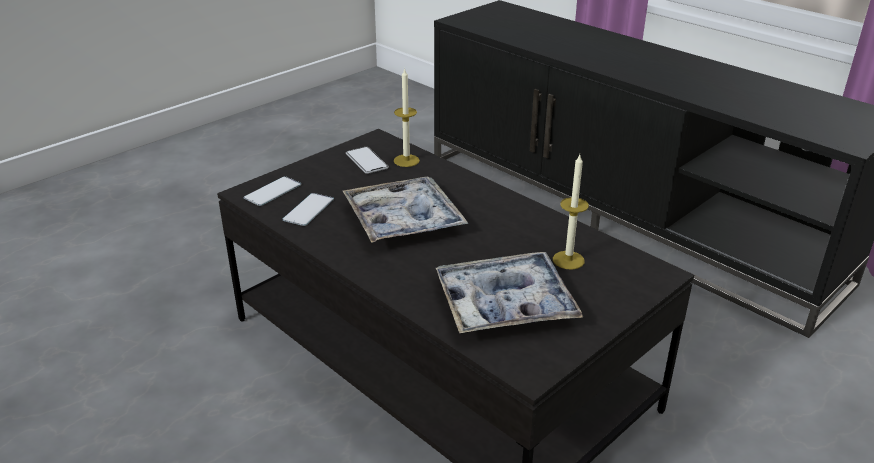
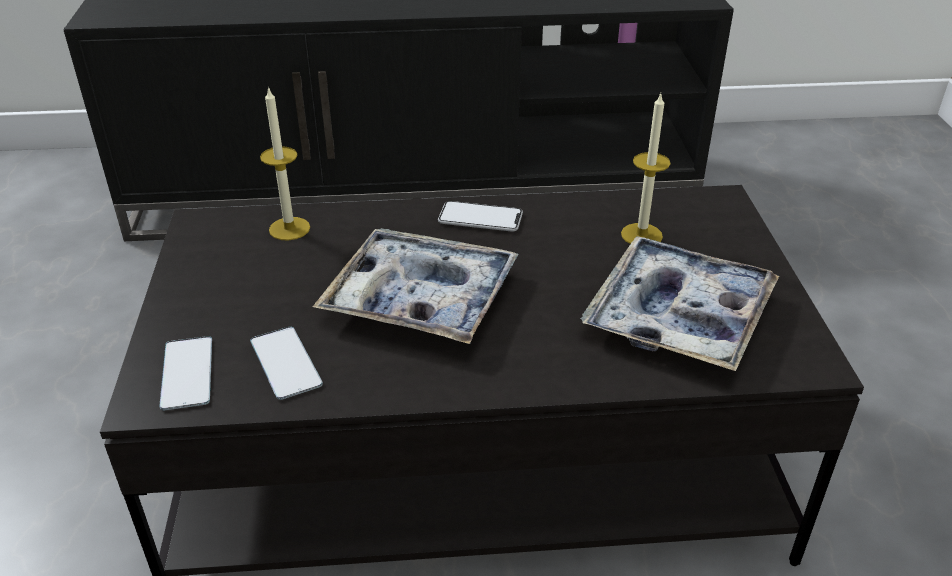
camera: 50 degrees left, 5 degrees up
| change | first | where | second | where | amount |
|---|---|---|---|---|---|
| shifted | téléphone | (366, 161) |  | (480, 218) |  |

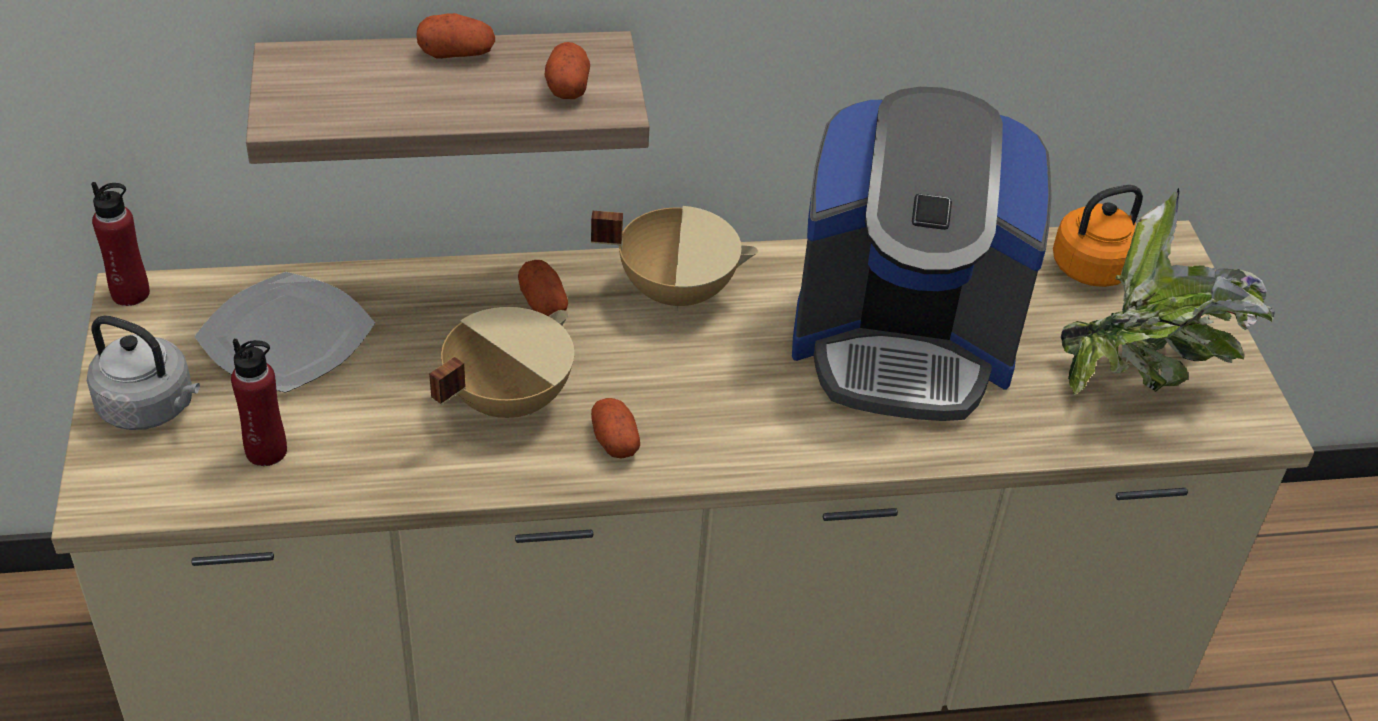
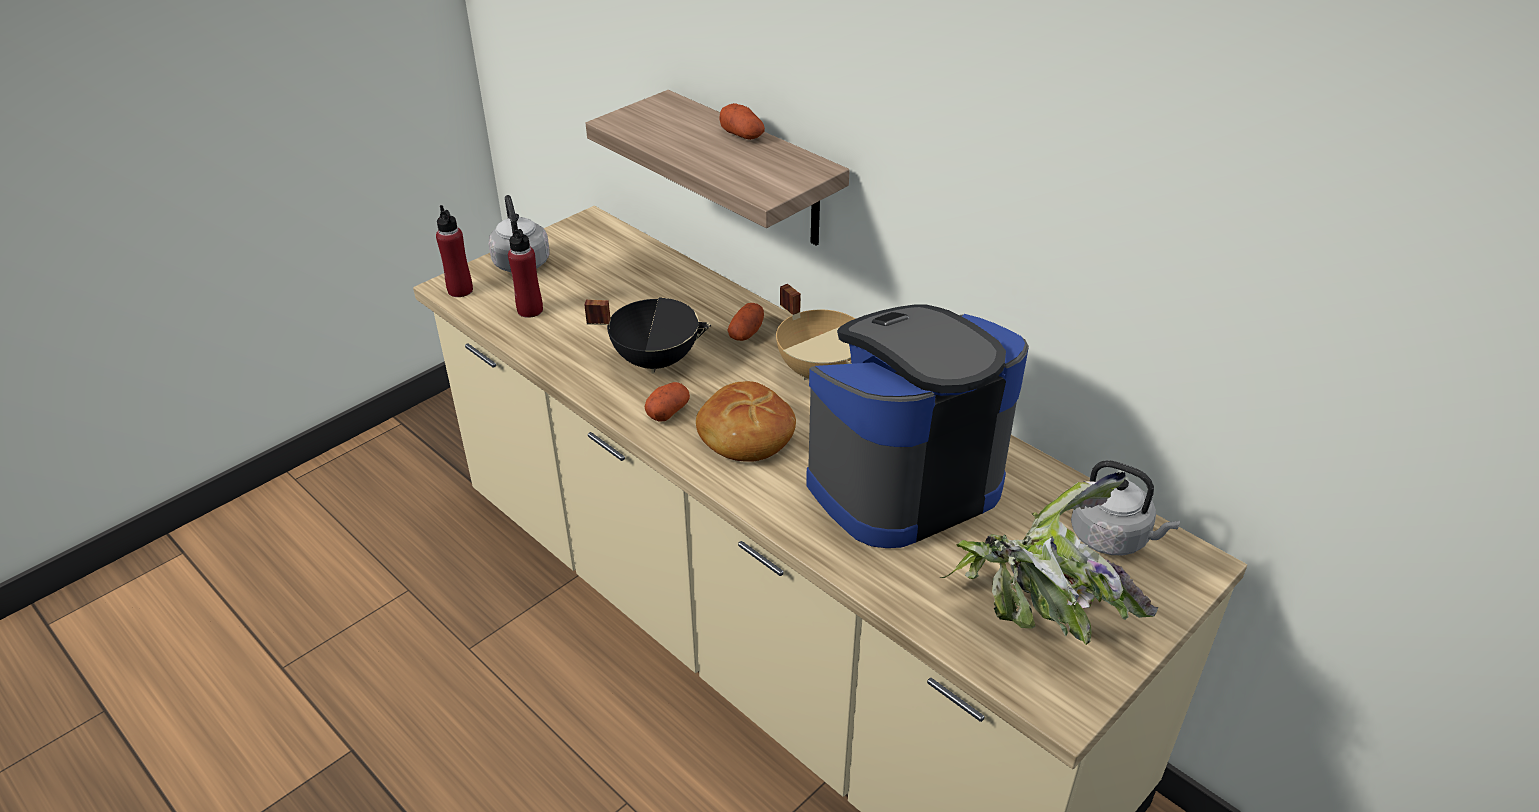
camera: 55 degrees right, 5 degrees down
| change | first | where | second | where | amount |
|---|---|---|---|---|---|
| gone | assiette | (288, 336) |  |  |  |
| gone | pomme de terre | (567, 86) |  |  |  |
| new |  |  | pain | (745, 435) |  |
| shifted | bouteille [rouge] | (130, 293) |  | (460, 290) |  |
| repainted | marmite [beige] | (506, 398) | marmite [noir] | (655, 359) |  |
| repainted | bouilloire [orange] | (1096, 267) | bouilloire [gris] | (1113, 537) |  |
| rotated | machine à café | (903, 342) |  | (901, 481) | 90 degrees clockwise |

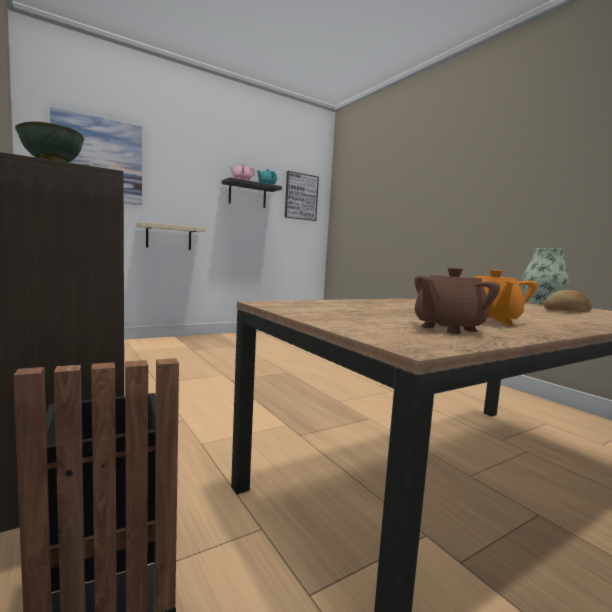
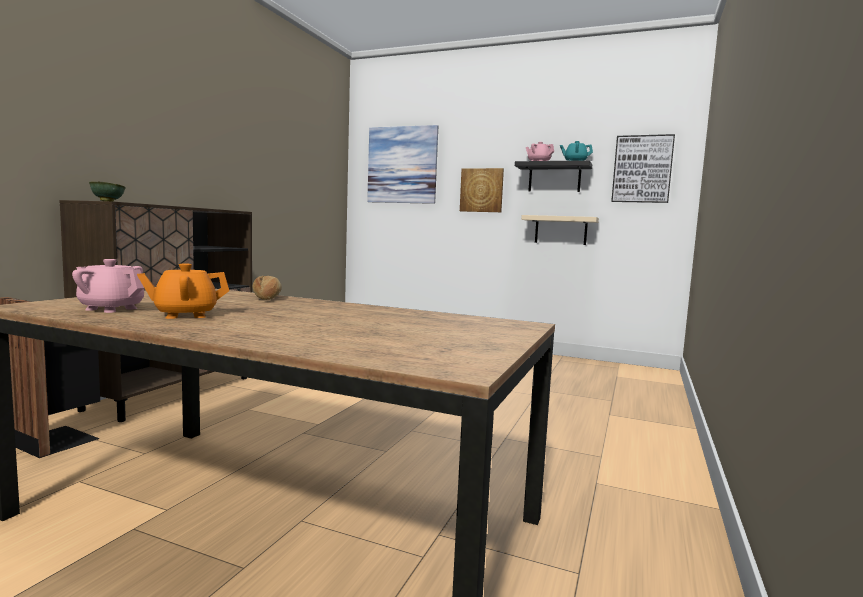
camera: 55 degrees right, 0 degrees up
| change | first | where | second | where | amount |
|---|---|---|---|---|---|
| gone | vase | (541, 303) |  |  |  |
| new |  |  | tableau | (481, 190) |  |
| shifted | étagère [beige] | (169, 237) |  | (560, 230) |  |
| shifted | pain | (566, 311) |  | (267, 298) |  |
| repainted | théière [marron] | (448, 328) | théière [rose] | (111, 309) |  |

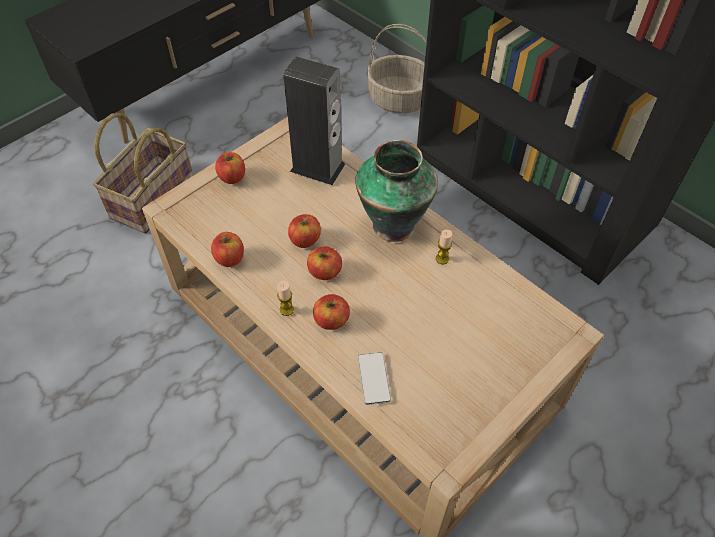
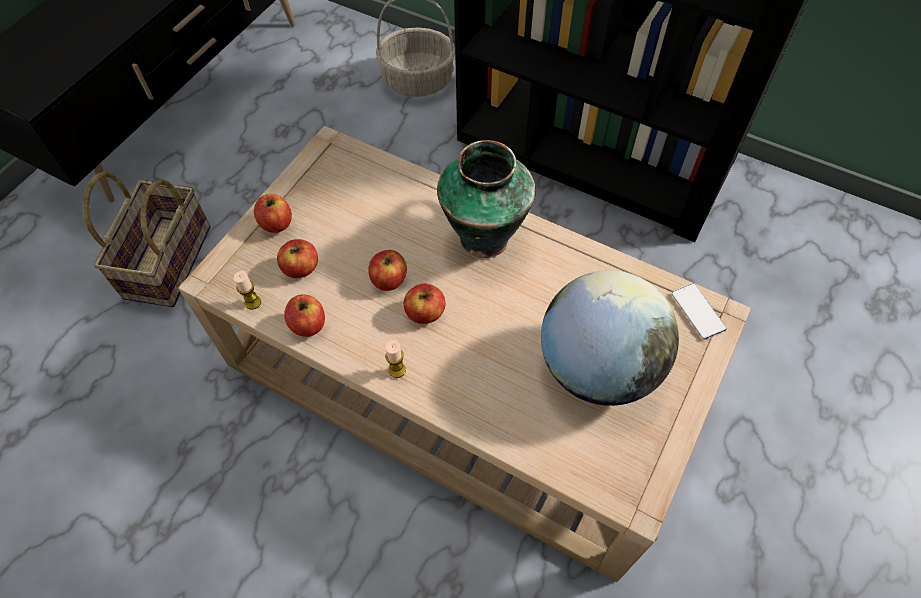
camera: 15 degrees left, 5 degrees up
| change | first | where | second | where | amount |
|---|---|---|---|---|---|
| gone | enceinte | (317, 167) |  |  |  |
| new |  |  | globe | (597, 366) |  |
| shifted | pomme | (331, 320) |  | (301, 268) |  |
| shifted | téléphone | (373, 378) |  | (698, 311) |  |
| shifted | bougie | (442, 259) |  | (253, 302) |  |

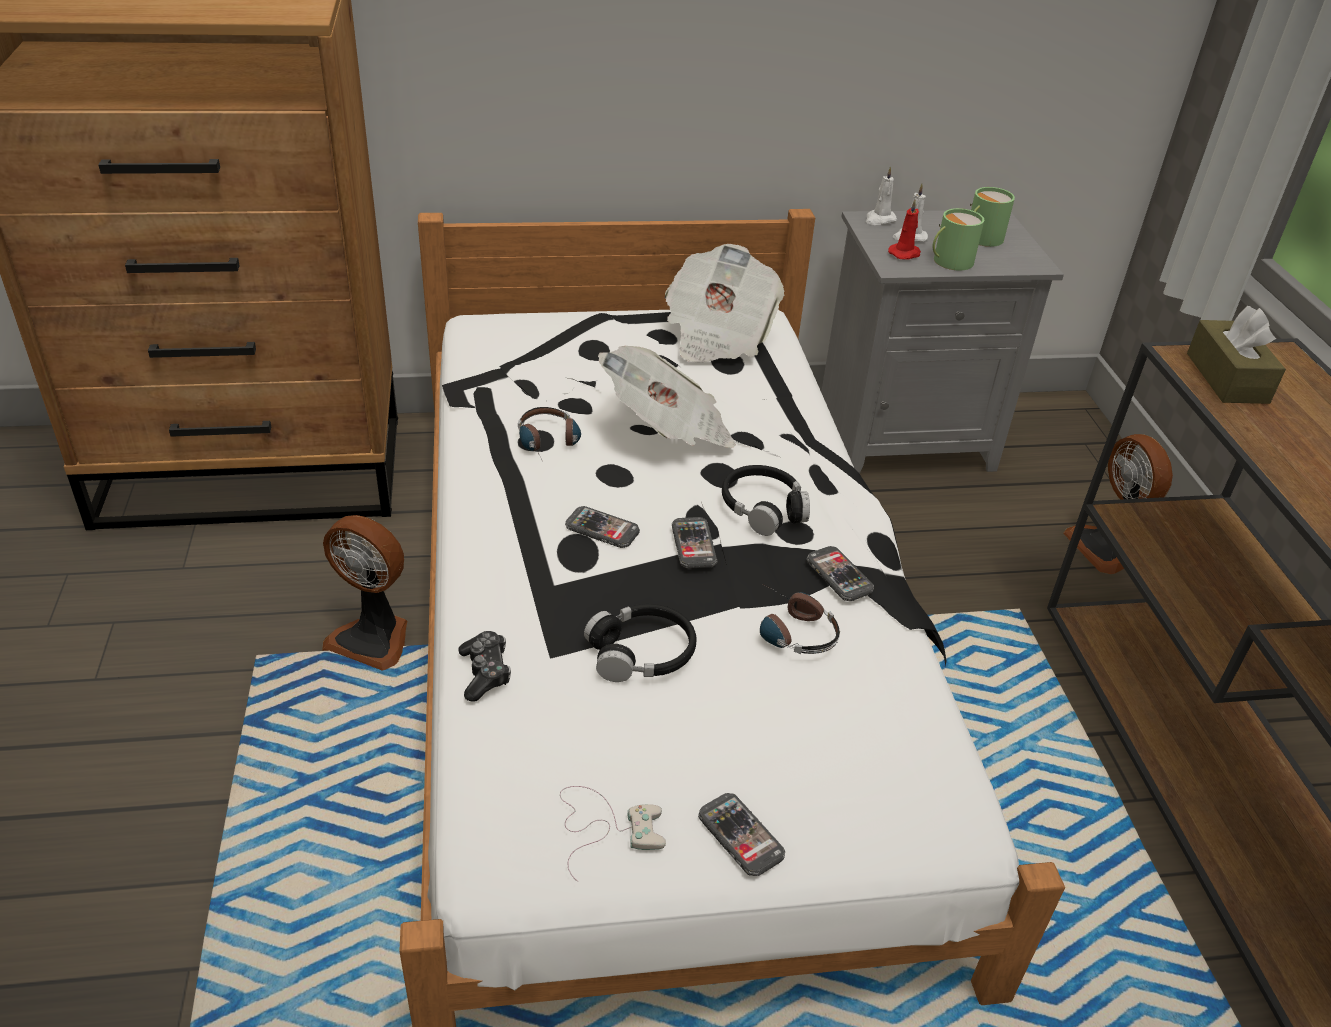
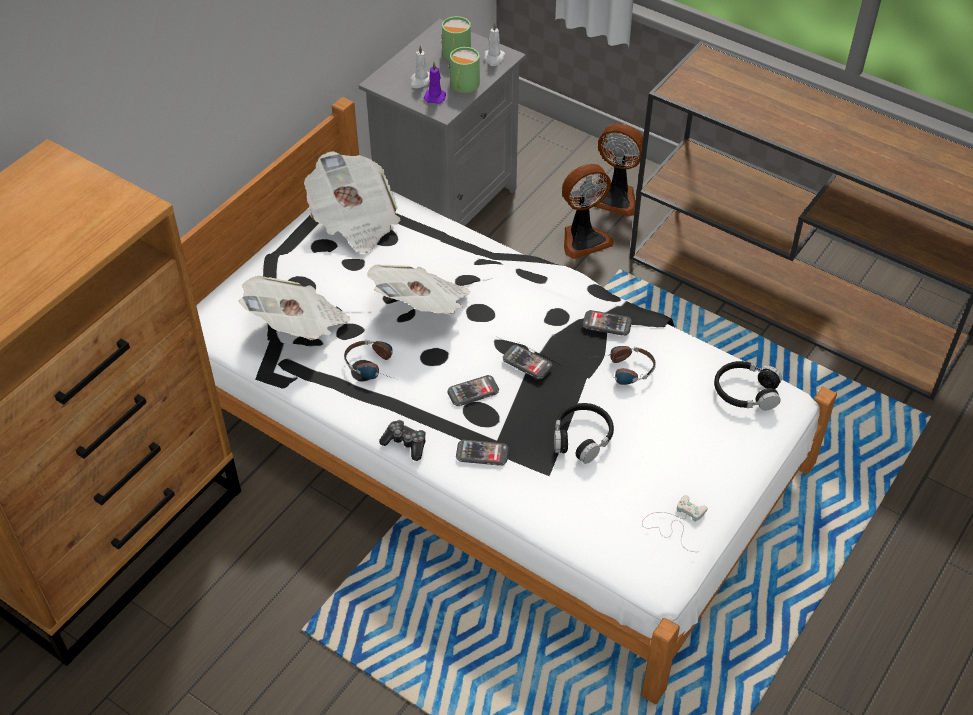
camera: 45 degrees left, 10 degrees up
| change | first | where | second | where | amount |
|---|---|---|---|---|---|
| gone | boîte à mouchoirs [marron] | (1227, 378) |  |  |  |
| new |  |  | journal | (298, 326) |  |
| shifted | ventilateur | (373, 639) |  | (583, 239) |  |
| shifted | manette | (485, 672) |  | (405, 444) |  |
| shifted | téléphone | (740, 836) |  | (482, 454) |  |
| shifted | casque audio [noir] | (763, 508) |  | (746, 392) |  |
| shifted | bougie [blanc] | (879, 220) |  | (494, 58) |  |
| repainted | bougie [rouge] | (905, 253) | bougie [violet] | (435, 96) |  |

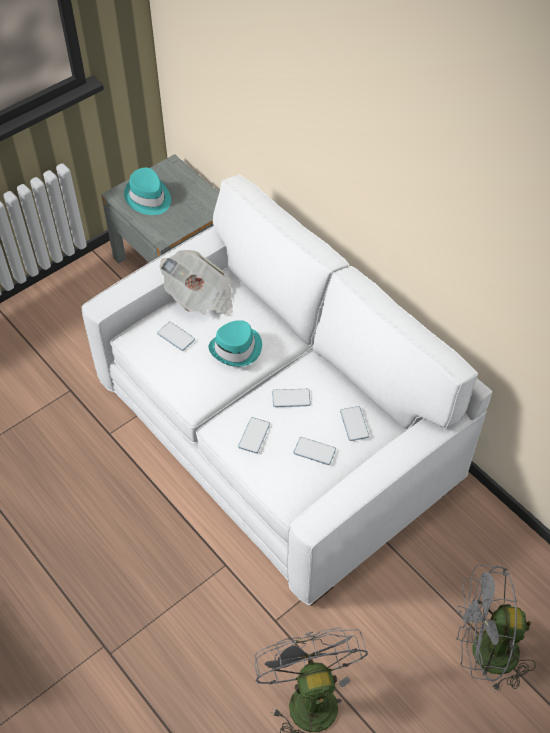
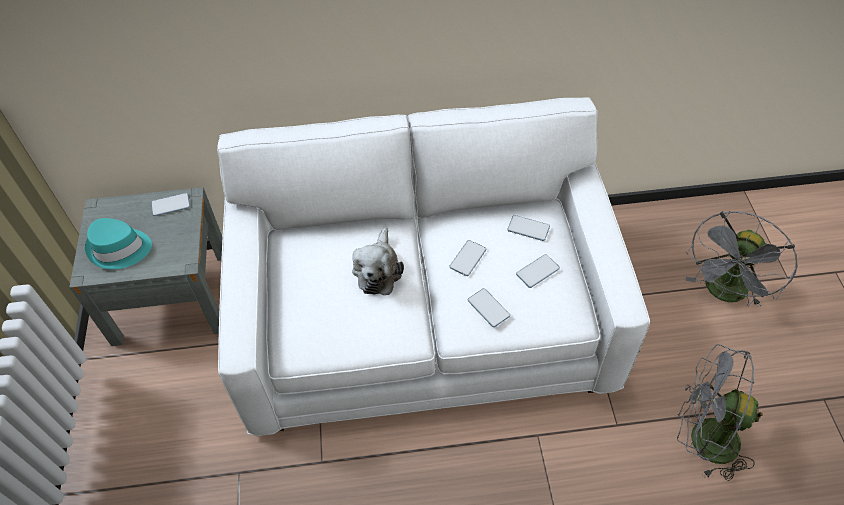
camera: 55 degrees left, 0 degrees up
| change | first | where | second | where | amount |
|---|---|---|---|---|---|
| gone | journal | (200, 297) |  |  |  |
| shifted | téléphone | (176, 337) |  | (171, 205) |  |
| swapped | chapeau [turquoise] | (237, 348) | peluche | (378, 270) |  |

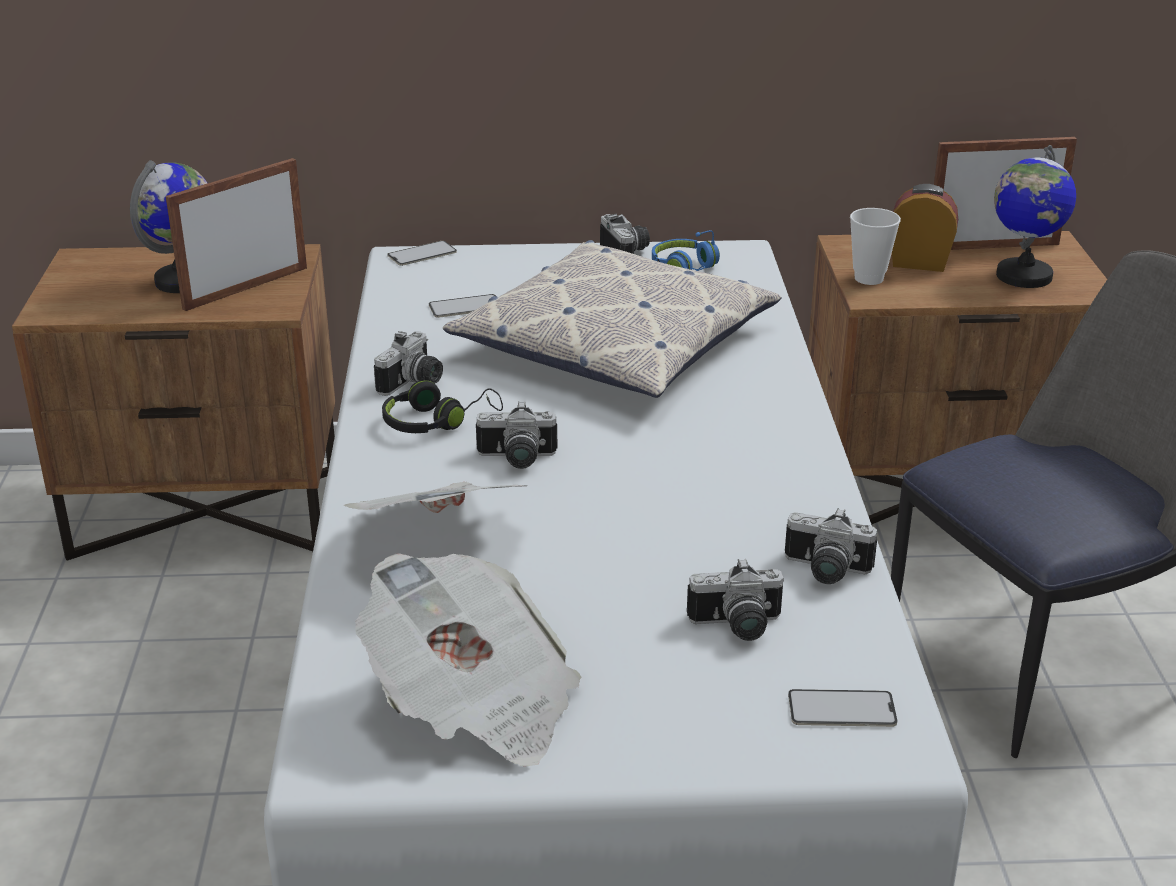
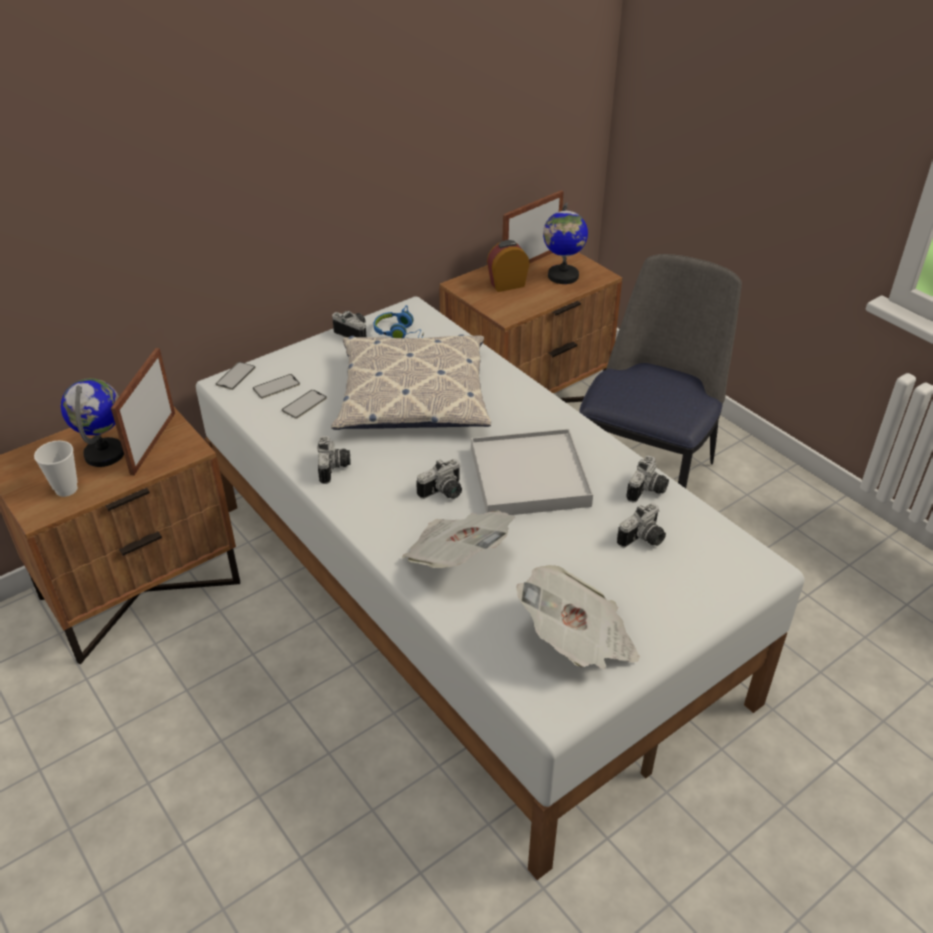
camera: 35 degrees left, 10 degrees up
| change | first | where | second | where | amount |
|---|---|---|---|---|---|
| gone | casque audio [noir] | (437, 421) |  |  |  |
| new |  |  | plateau [blanc] | (529, 477) |  |
| shifted | téléphone | (842, 709) |  | (276, 386) |  |
| shifted | tasse | (869, 278) |  | (66, 489) |  |
| rotated | appareil photo | (824, 571) |  | (648, 491) | 45 degrees counterclockwise |

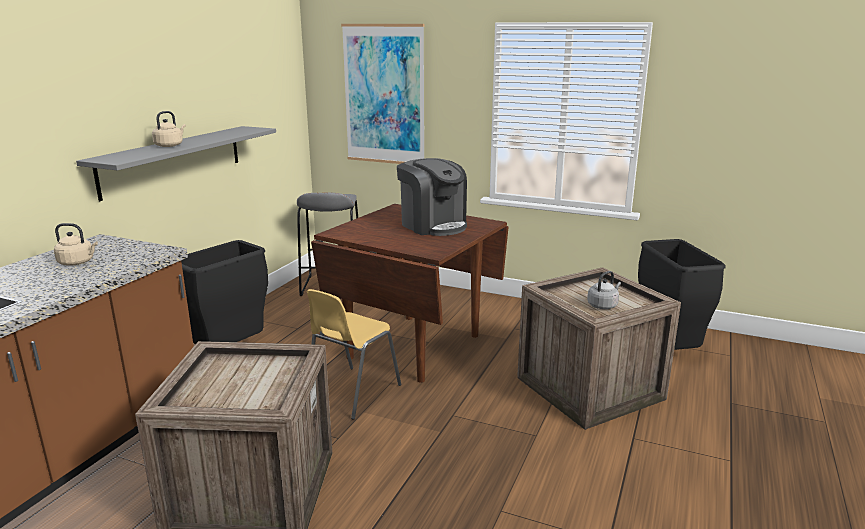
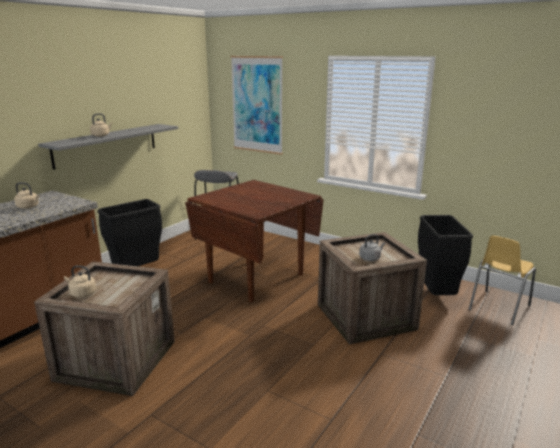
camera: 10 degrees right, 0 degrees up
| change | first | where | second | where | amount |
|---|---|---|---|---|---|
| gone | machine à café | (433, 225) |  |  |  |
| new |  |  | bouilloire [beige] | (82, 294) |  |
| shifted | chaise [jaune] | (352, 393) |  | (498, 307) |  |

